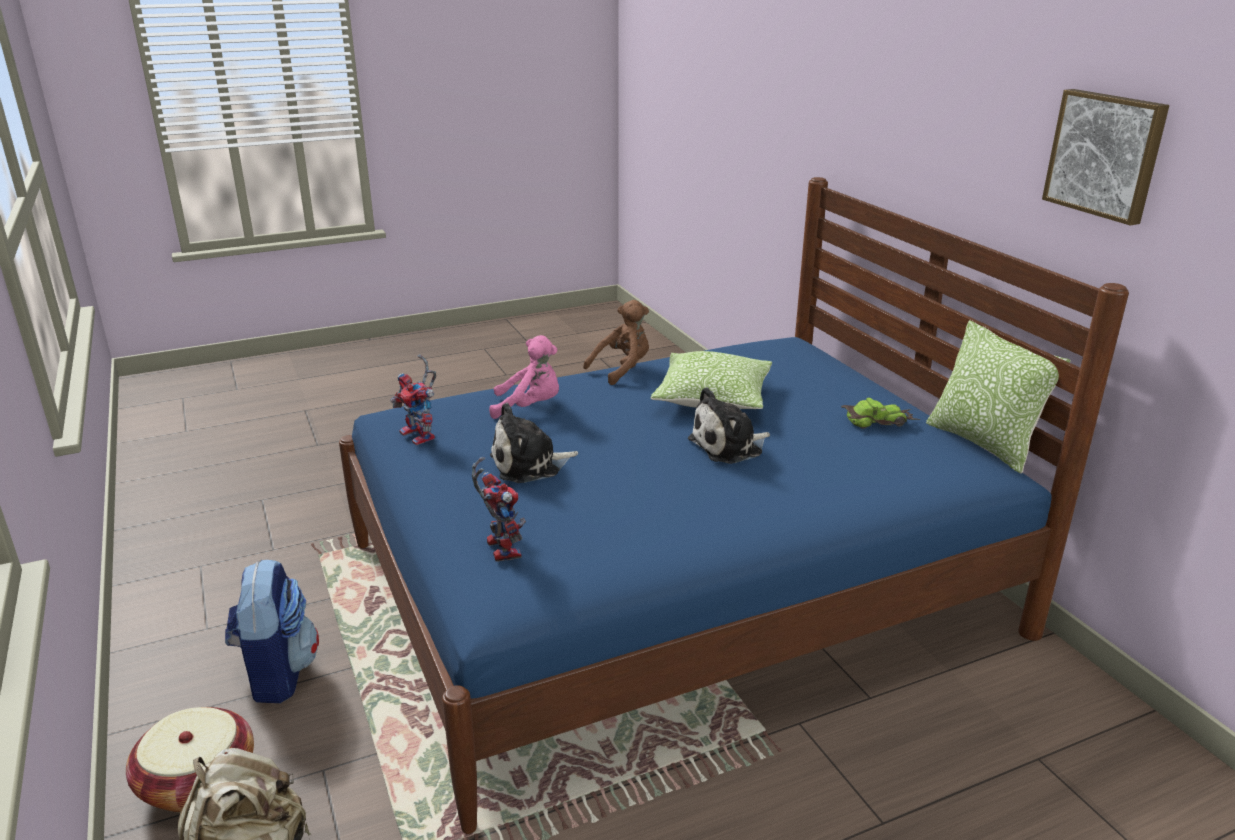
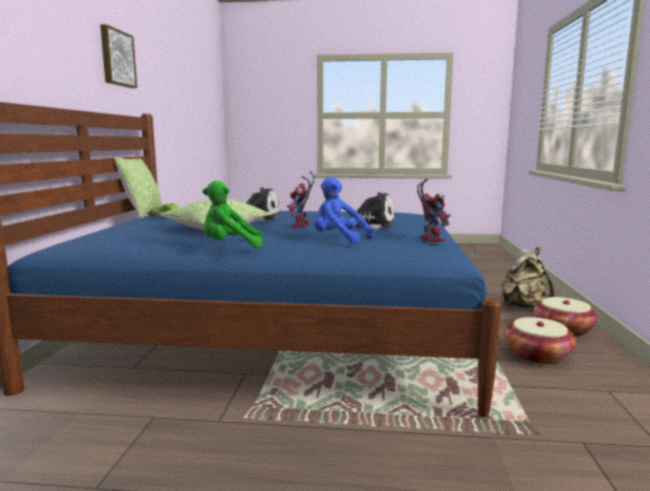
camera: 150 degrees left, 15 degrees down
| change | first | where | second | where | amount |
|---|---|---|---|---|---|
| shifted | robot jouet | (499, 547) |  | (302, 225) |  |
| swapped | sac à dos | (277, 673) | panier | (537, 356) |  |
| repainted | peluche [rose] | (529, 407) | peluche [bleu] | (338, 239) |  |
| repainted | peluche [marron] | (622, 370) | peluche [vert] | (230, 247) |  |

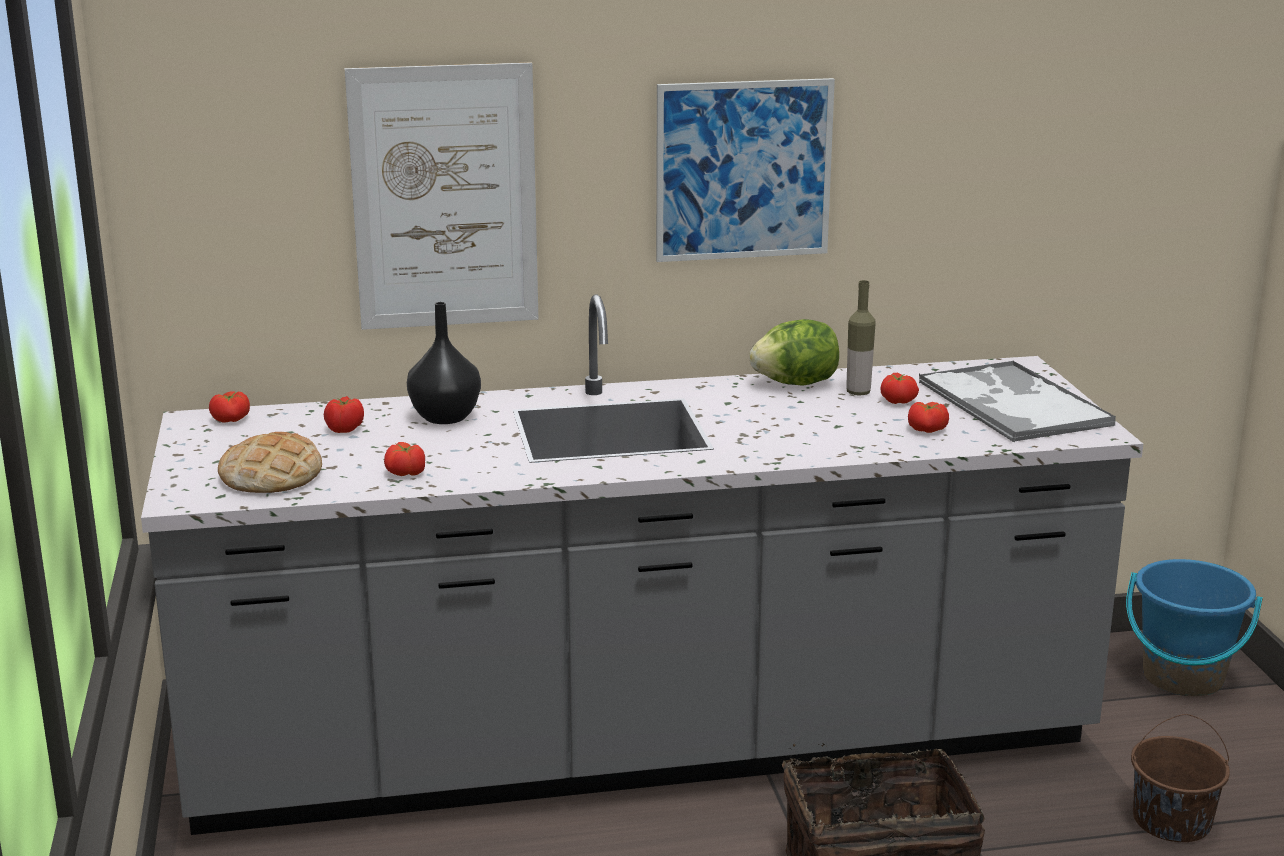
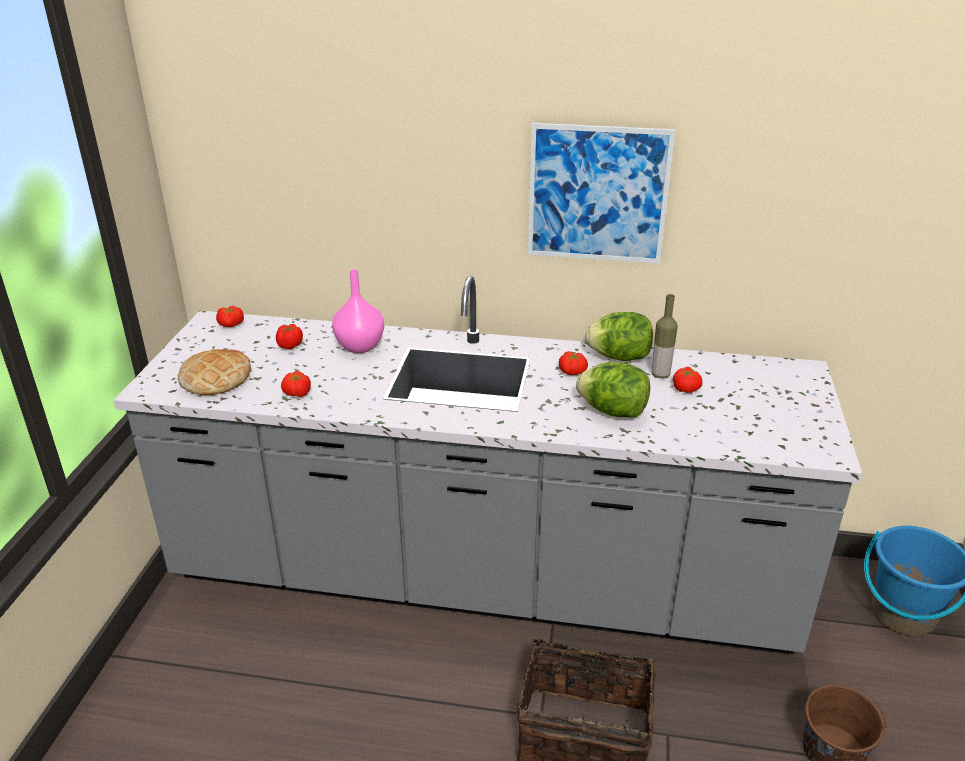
camera: 20 degrees right, 10 degrees up
| change | first | where | second | where | amount |
|---|---|---|---|---|---|
| gone | tableau | (444, 198) |  |  |  |
| gone | plateau | (1012, 403) |  |  |  |
| new |  |  | laitue | (613, 411) |  |
| shifted | tomate | (927, 430) |  | (572, 372) |  |
| repainted | vase [noir] | (445, 418) | vase [rose] | (359, 347) |  |

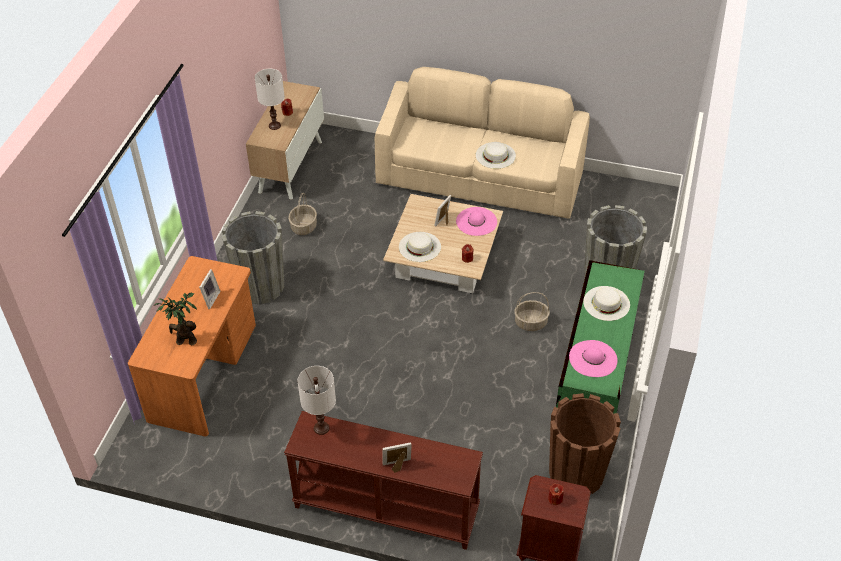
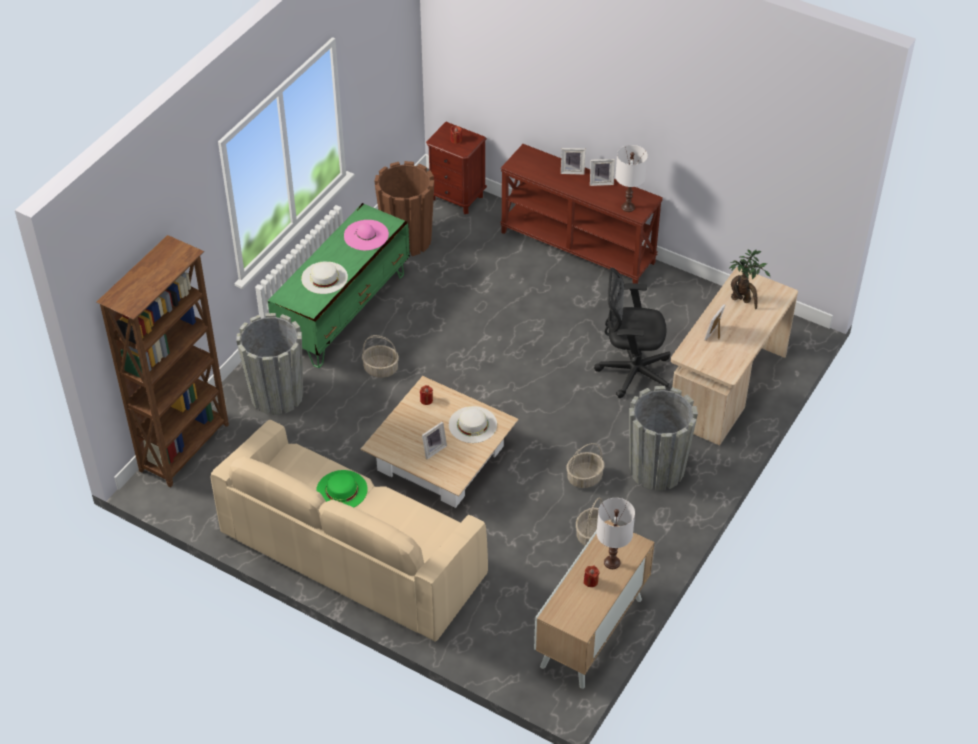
camera: 165 degrees left, 0 degrees up
| change | first | where | second | where | amount |
|---|---|---|---|---|---|
| gone | chapeau [rose] | (476, 221) |  |  |  |
| new |  |  | bibliothèque [marron] | (186, 447) |  |
| new |  |  | panier | (584, 478) |  |
| new |  |  | cadre photo | (601, 182) |  |
| new |  |  | chaise de bureau [noir] | (631, 372) |  |
| repainted | bureau [orange] | (204, 373) | bureau [beige] | (726, 388) |  |
| repainted | chapeau [blanc] | (495, 155) | chapeau [vert] | (341, 490) |  |

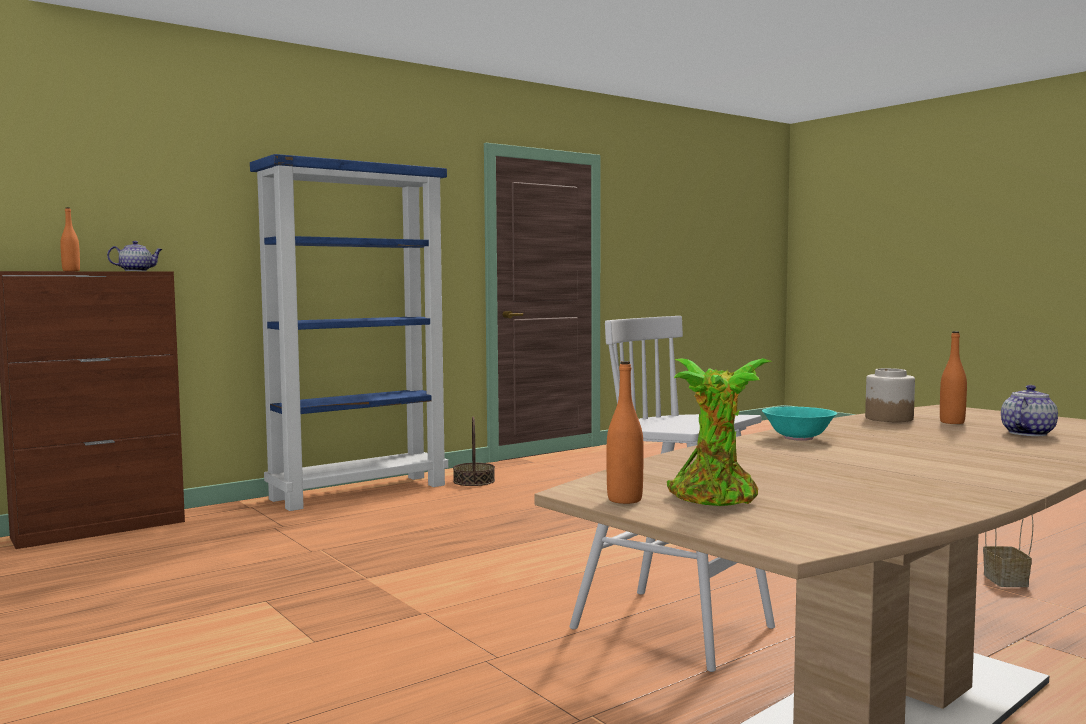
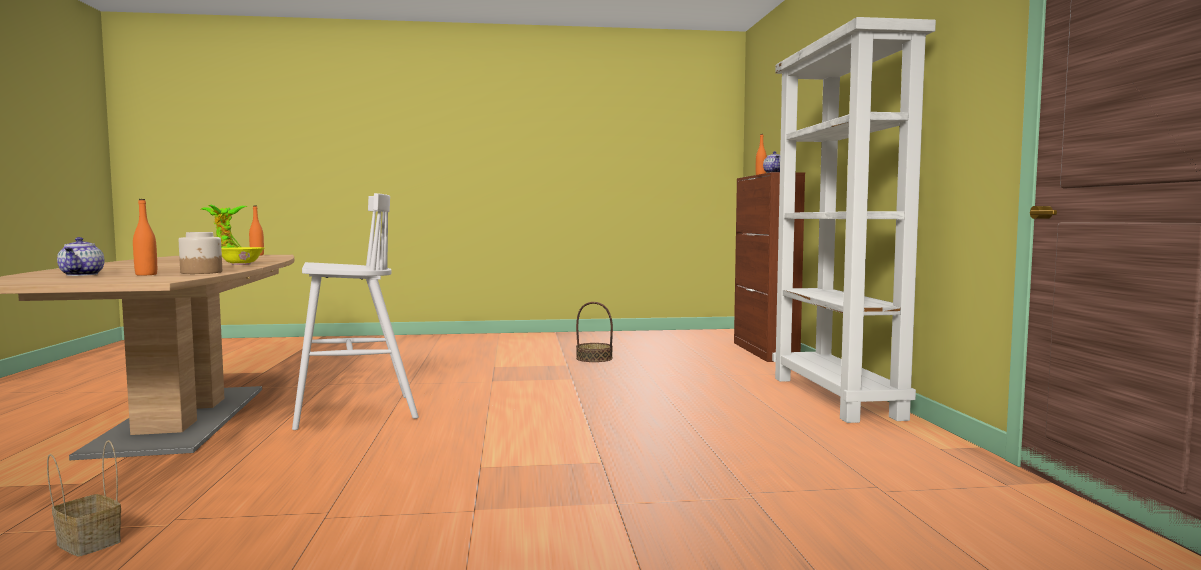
camera: 120 degrees right, 0 degrees up
| change | first | where | second | where | amount |
|---|---|---|---|---|---|
| shifted | panier | (473, 481) |  | (594, 358) |  |
| repainted | bibliothèque [bleu] | (360, 491) | bibliothèque [blanc] | (837, 397) |  |
| repainted | bol [turquoise] | (798, 438) | bol [jaune] | (241, 264) |  |

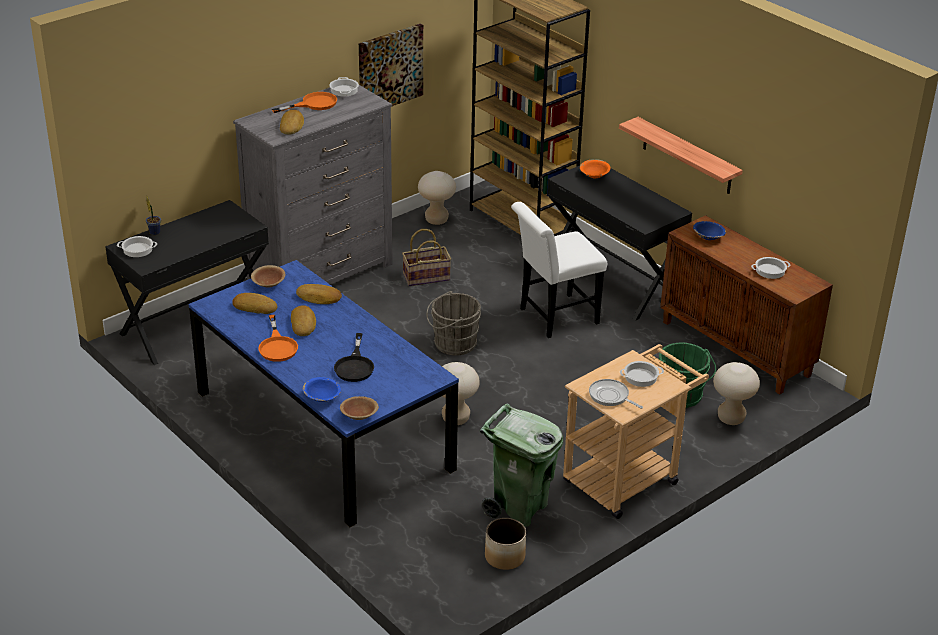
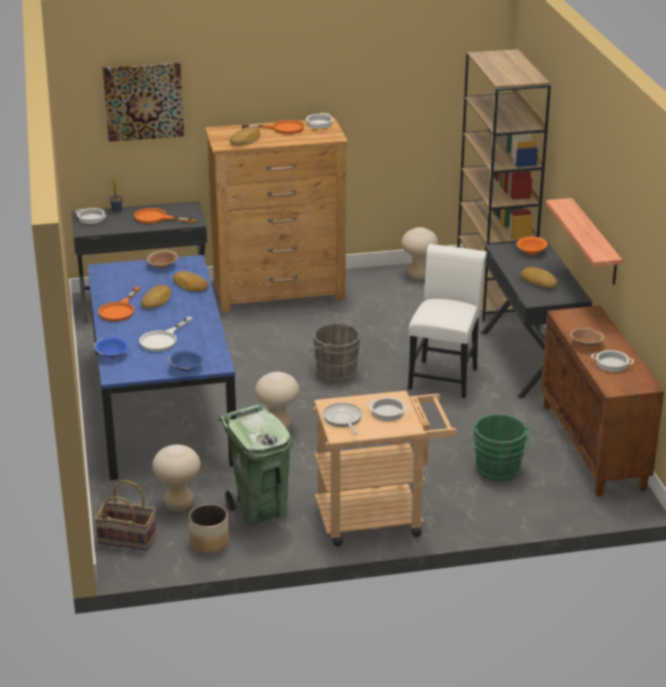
camera: 30 degrees right, 5 degrees down
| change | first | where | second | where | amount |
|---|---|---|---|---|---|
| new |  |  | poêle [orange] | (156, 218) |  |
| shifted | pain | (255, 307) |  | (539, 281) |  |
| shifted | bol [marron] | (359, 415) |  | (586, 344) |  |
| shifted | tableau | (390, 69) |  | (143, 101) |  |
| shifted | panier | (426, 277) |  | (128, 538) |  |
| shifted | bol [bleu] | (708, 237) |  | (186, 368) |  |
| shifted | tabouret [beige] | (731, 418) |  | (178, 504) |  |
| repainted | commode [gris] | (321, 273) | commode [marron] | (279, 291) |  |
| repainted | poêle [noir] | (355, 365) | poêle [blanc] | (162, 339) |  |
| rotated | chaise [blanc] | (553, 317) |  | (444, 376) | 105 degrees clockwise |

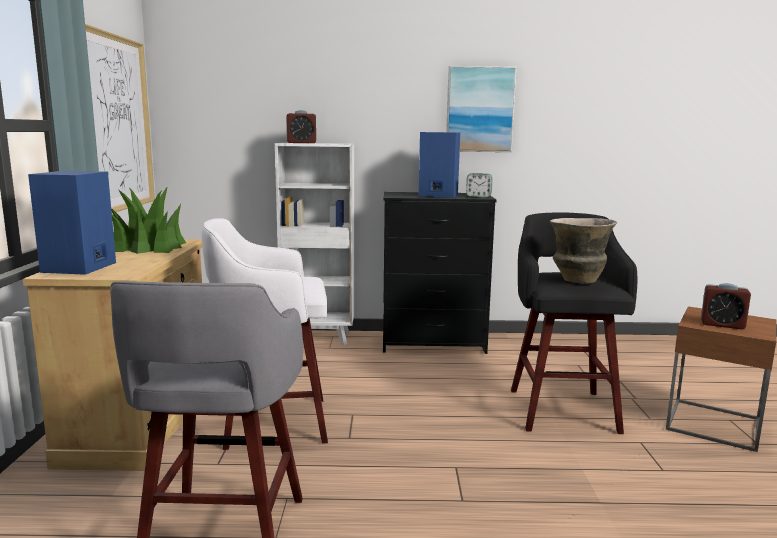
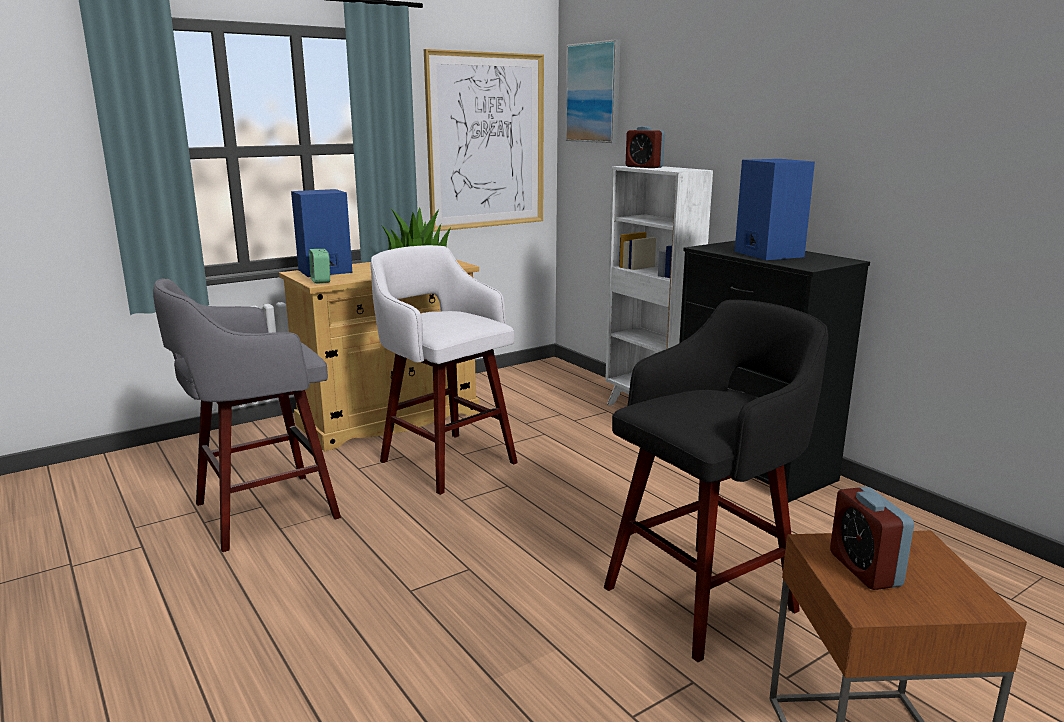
camera: 55 degrees right, 5 degrees up
| change | first | where | second | where | amount |
|---|---|---|---|---|---|
| gone | vase | (577, 280) |  |  |  |
| shifted | tableau | (480, 109) |  | (594, 93) |  |
| shifted | réveil | (478, 196) |  | (320, 280) |  |

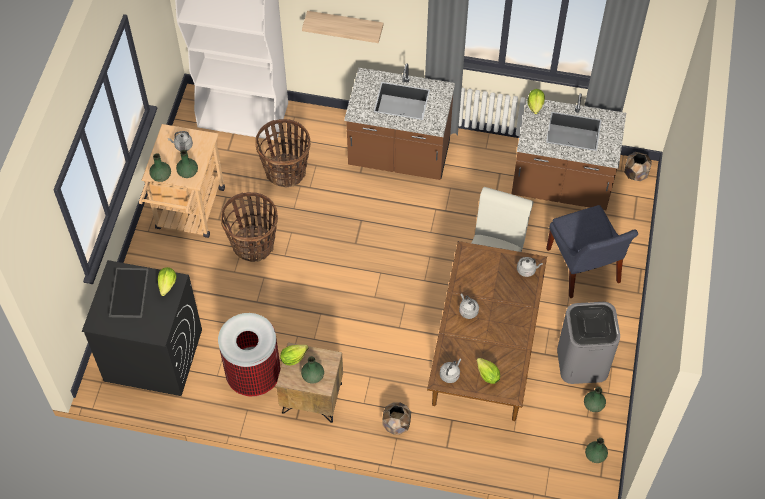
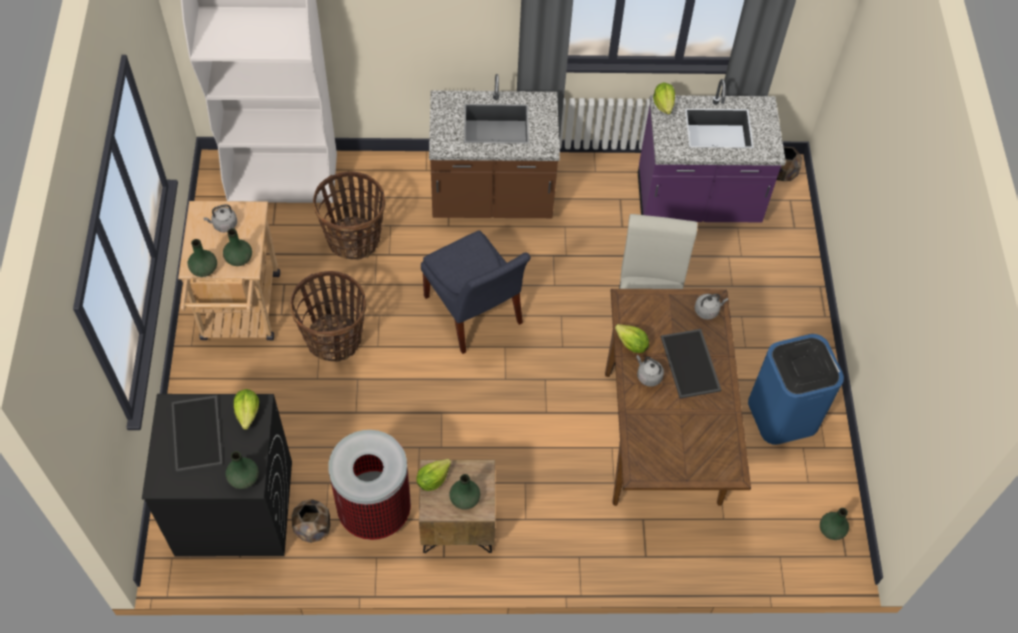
camera: 15 degrees left, 0 degrees up
| change | first | where | second | where | amount |
|---|---|---|---|---|---|
| gone | étagère | (345, 25) |  |  |  |
| gone | bouilloire [gris] | (450, 374) |  |  |  |
| new |  |  | plateau | (691, 364) |  |
| shifted | cache-pot [marron] | (397, 424) |  | (313, 528) |  |
| shifted | laitue | (487, 375) |  | (631, 345) |  |
| shifted | chaise [bleu] | (584, 268) |  | (474, 313) |  |
| shifted | vase [vert] | (594, 405) |  | (244, 478) |  |
| repainted | comptoir de cuisine [marron] | (561, 186) | comptoir de cuisine [violet] | (697, 203) |  |
| repainted | poubelle [gris] | (582, 361) | poubelle [bleu] | (783, 413) |  |

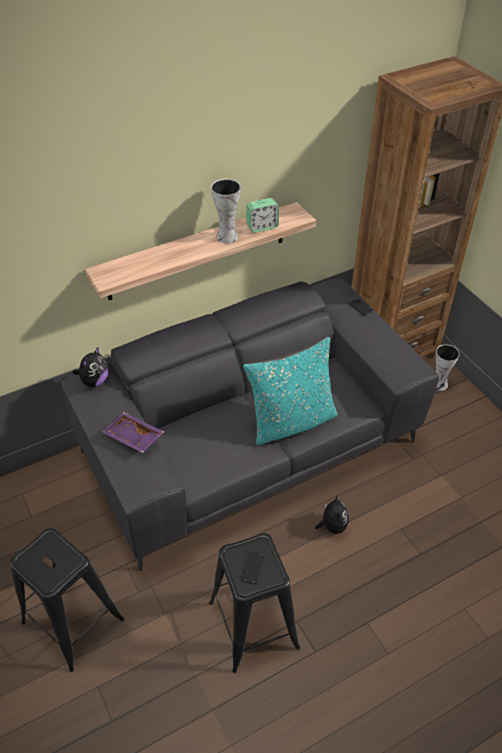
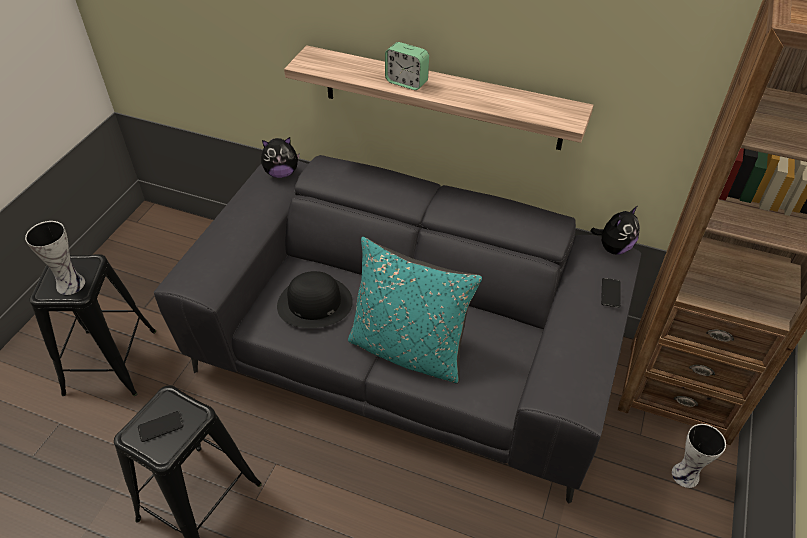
camera: 50 degrees right, 0 degrees up
| change | first | where | second | where | amount |
|---|---|---|---|---|---|
| gone | plateau [violet] | (132, 438) |  |  |  |
| new |  |  | chapeau [noir] | (314, 303) |  |
| shifted | vase | (226, 236) |  | (71, 283) |  |
| shifted | réveil | (262, 227) |  | (406, 82) |  |
| shifted | peluche | (332, 526) |  | (613, 247) |  |

